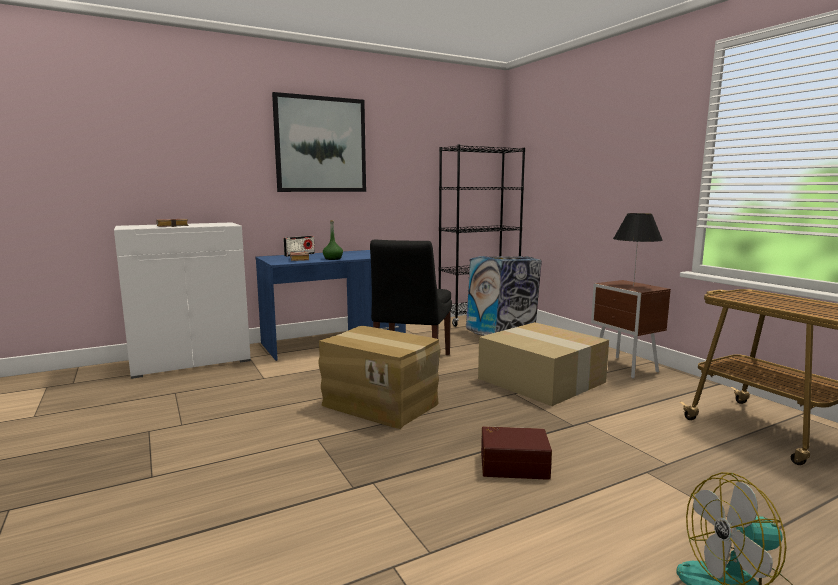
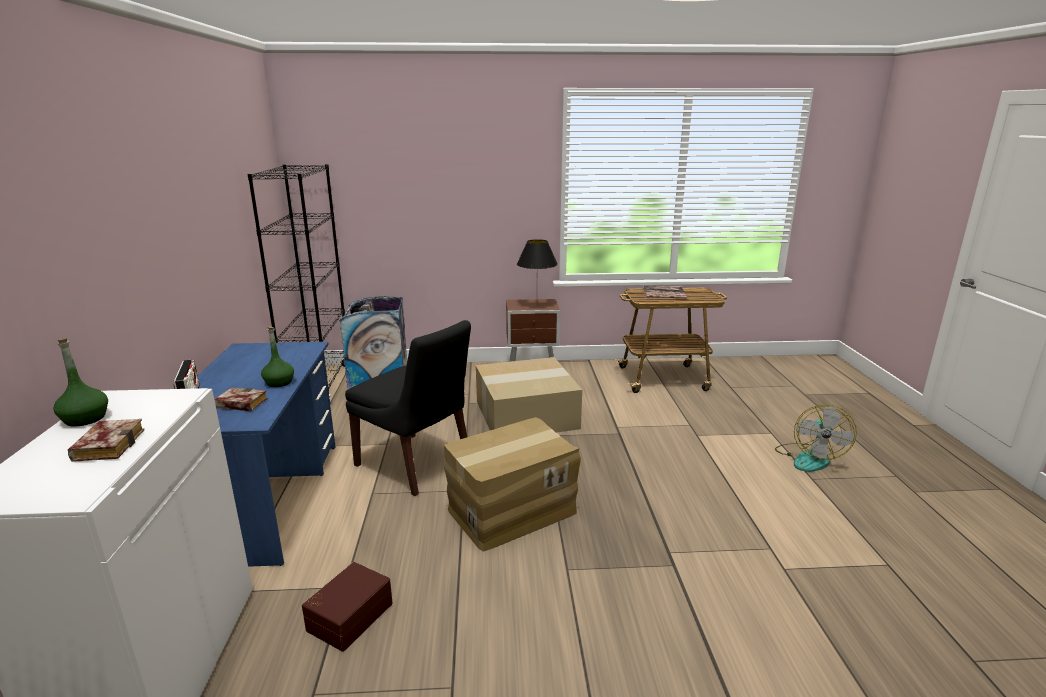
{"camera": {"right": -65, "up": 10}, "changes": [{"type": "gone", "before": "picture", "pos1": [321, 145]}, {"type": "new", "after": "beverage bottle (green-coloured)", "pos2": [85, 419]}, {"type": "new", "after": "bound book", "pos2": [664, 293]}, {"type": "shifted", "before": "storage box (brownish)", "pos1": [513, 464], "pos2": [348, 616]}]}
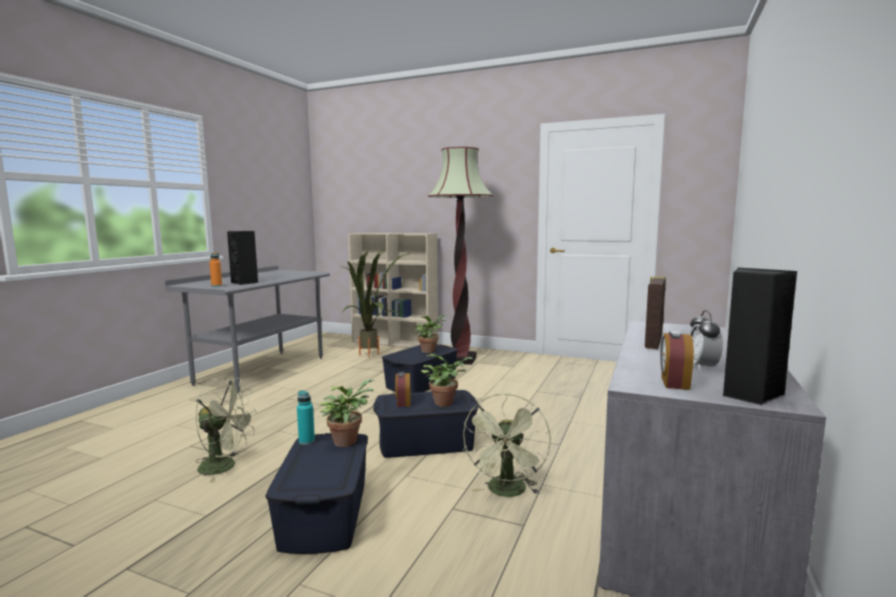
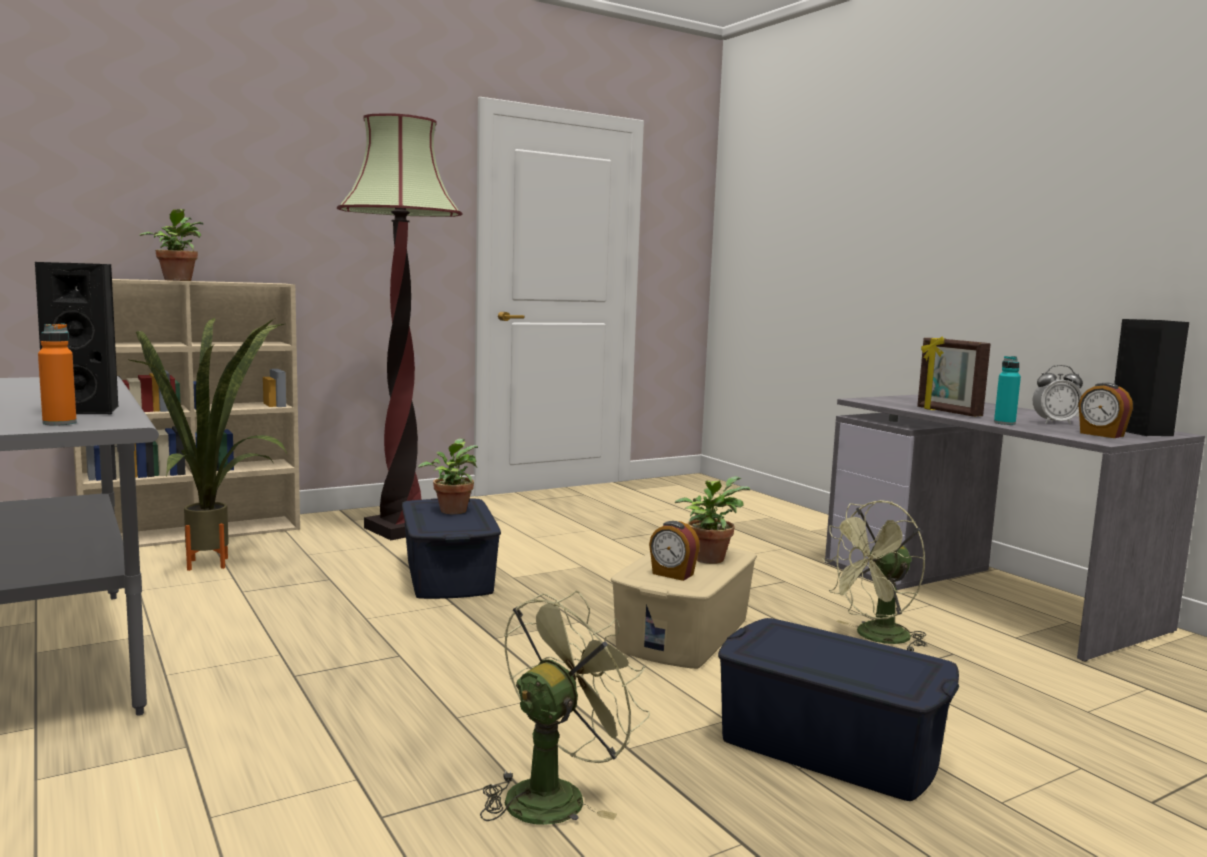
{"camera": {"right": -55, "up": 0}, "changes": [{"type": "shifted", "before": "beverage bottle (turquoise-coloured)", "pos1": [306, 441], "pos2": [1004, 423]}, {"type": "shifted", "before": "plant in a pot", "pos1": [347, 440], "pos2": [177, 280]}, {"type": "repainted", "before": "storage box (blue)", "after": "storage box (beige-coloured)", "pos1": [426, 443], "pos2": [685, 634]}, {"type": "rotated", "before": "electric fan (green-coloured)", "pos1": [507, 492], "pos2": [875, 638], "turn": 105}, {"type": "rotated", "before": "alarm clock", "pos1": [702, 367], "pos2": [1054, 423], "turn": -45}]}
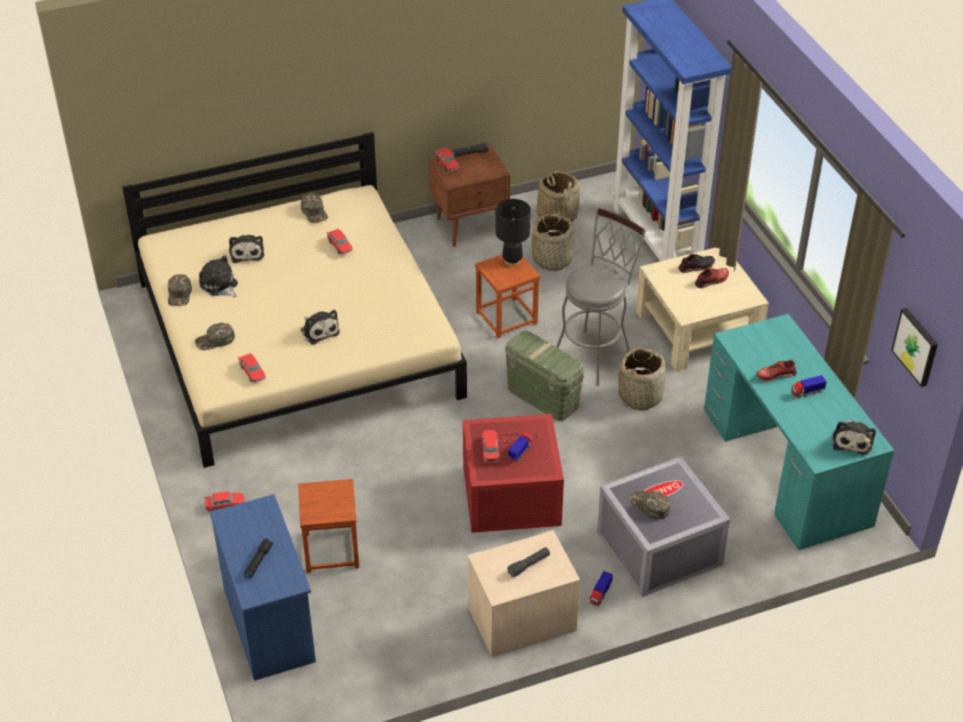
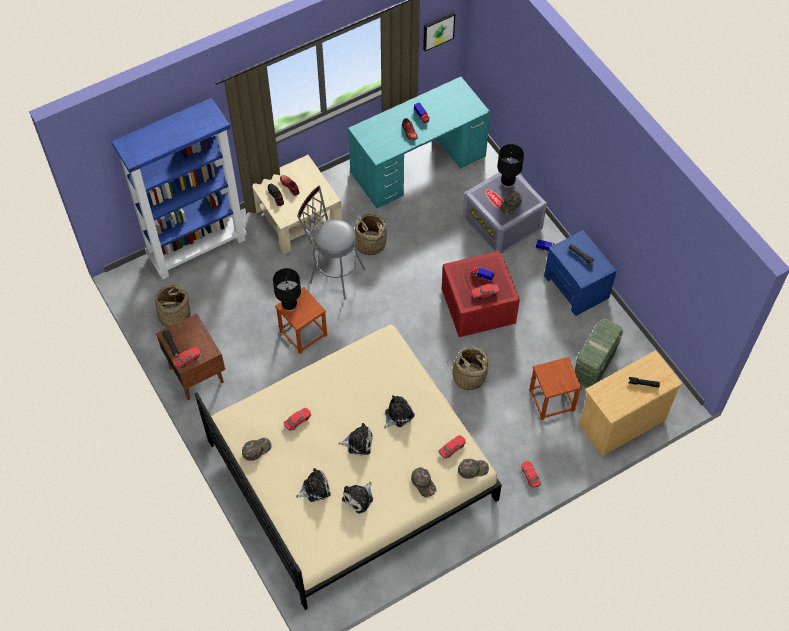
{"camera": {"right": -100, "up": 15}, "changes": [{"type": "new", "after": "lamp for a table (black-coloured)", "pos2": [507, 183]}, {"type": "shifted", "before": "cap (green-coloured)", "pos1": [180, 294], "pos2": [473, 469]}, {"type": "shifted", "before": "storage box (green-coloured)", "pos1": [542, 397], "pos2": [594, 365]}, {"type": "shifted", "before": "storage basket", "pos1": [553, 258], "pos2": [469, 377]}, {"type": "shifted", "before": "plush toy", "pos1": [852, 441], "pos2": [358, 442]}, {"type": "repainted", "before": "dresser (blue)", "after": "dresser (beige-coloured)", "pos1": [269, 624], "pos2": [621, 423]}, {"type": "repainted", "before": "night table (beige-coloured)", "after": "night table (blue)", "pos1": [521, 619], "pos2": [576, 287]}]}
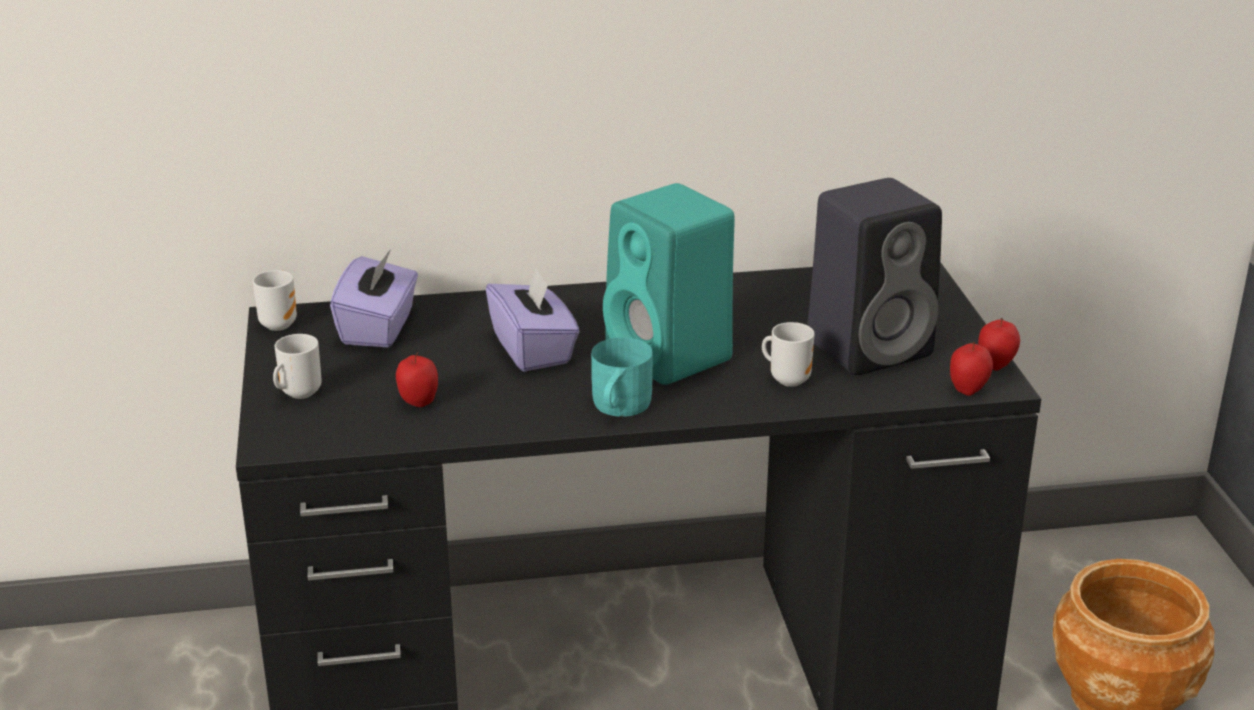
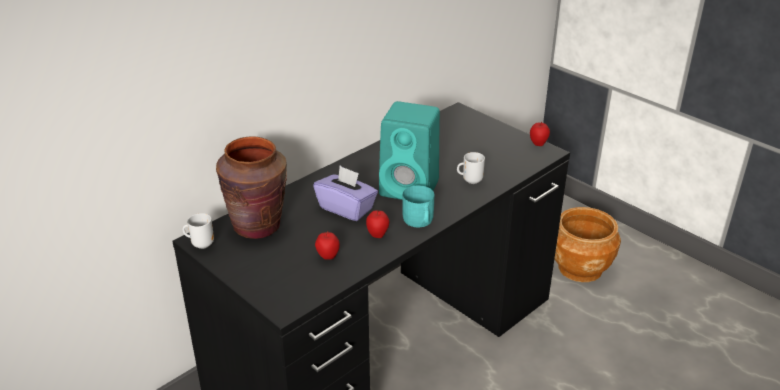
{"camera": {"right": -35, "up": 5}, "changes": [{"type": "gone", "before": "tea mug", "pos1": [297, 394]}, {"type": "gone", "before": "loudspeaker (black-coloured)", "pos1": [872, 346]}, {"type": "shifted", "before": "apple", "pos1": [968, 390], "pos2": [377, 234]}, {"type": "swapped", "before": "tissue holder (purple-coloured)", "after": "vase (brownish)", "pos1": [379, 328], "pos2": [258, 226]}]}
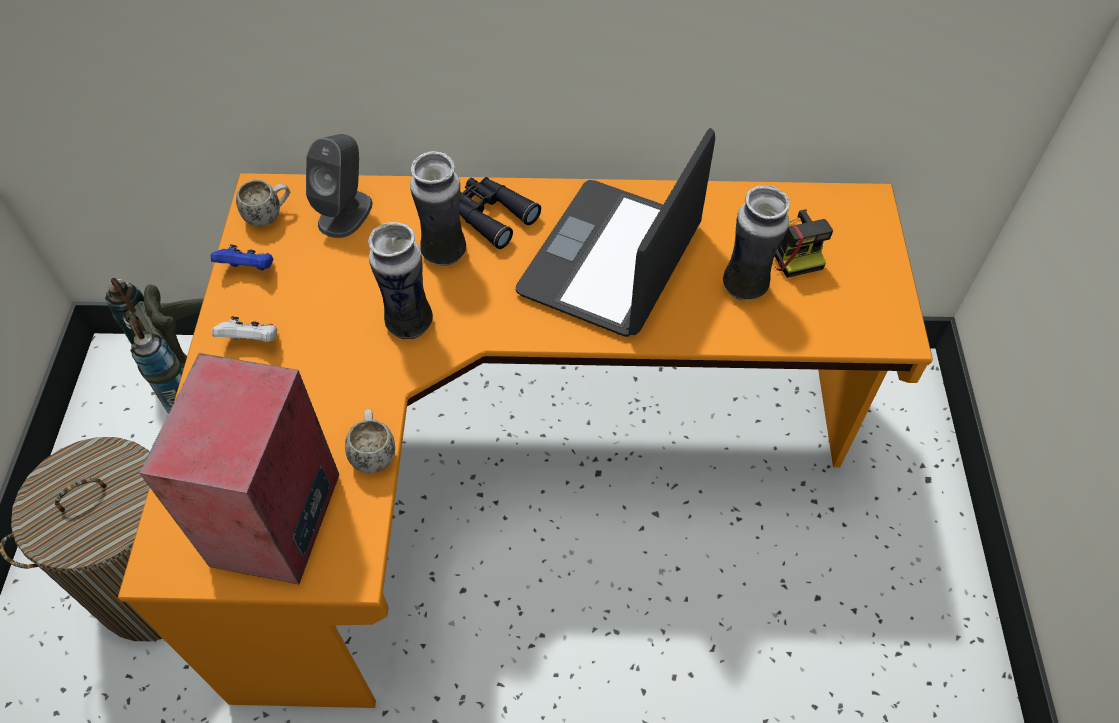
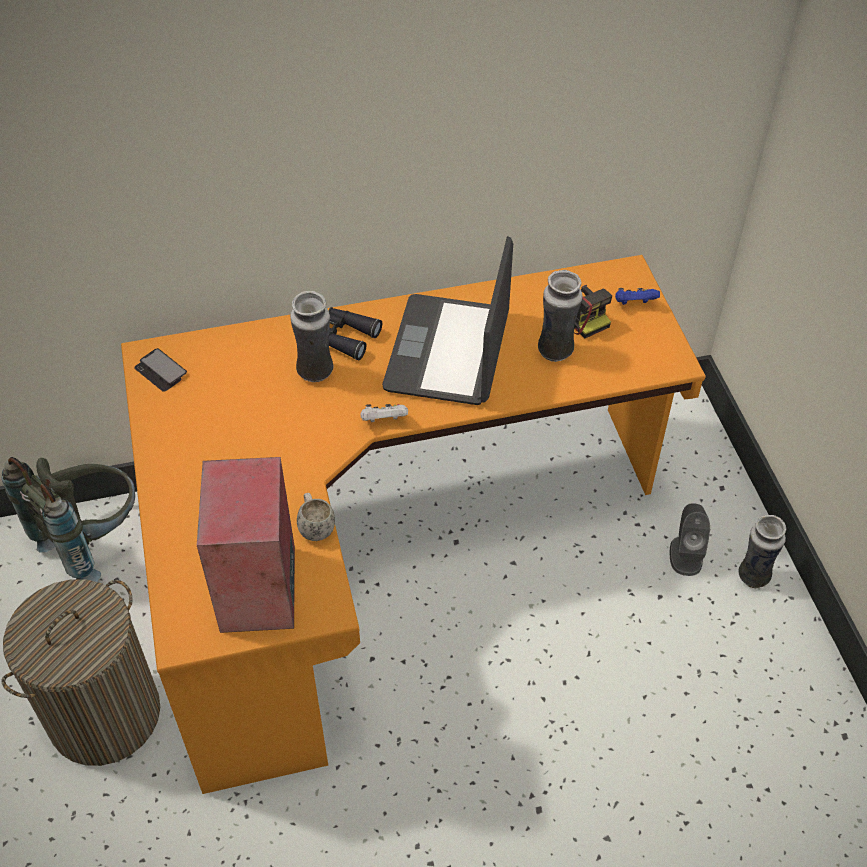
{"camera": {"right": -15, "up": -5}, "changes": [{"type": "shifted", "before": "game controller (blue)", "pos1": [249, 269], "pos2": [634, 304]}, {"type": "shifted", "before": "game controller (white)", "pos1": [252, 341], "pos2": [384, 421]}, {"type": "shifted", "before": "loudspeaker (gray)", "pos1": [345, 213], "pos2": [686, 555]}, {"type": "shifted", "before": "vase", "pos1": [409, 322], "pos2": [753, 576]}, {"type": "swapped", "before": "tea mug (white)", "after": "telephone", "pos1": [269, 215], "pos2": [161, 371]}]}
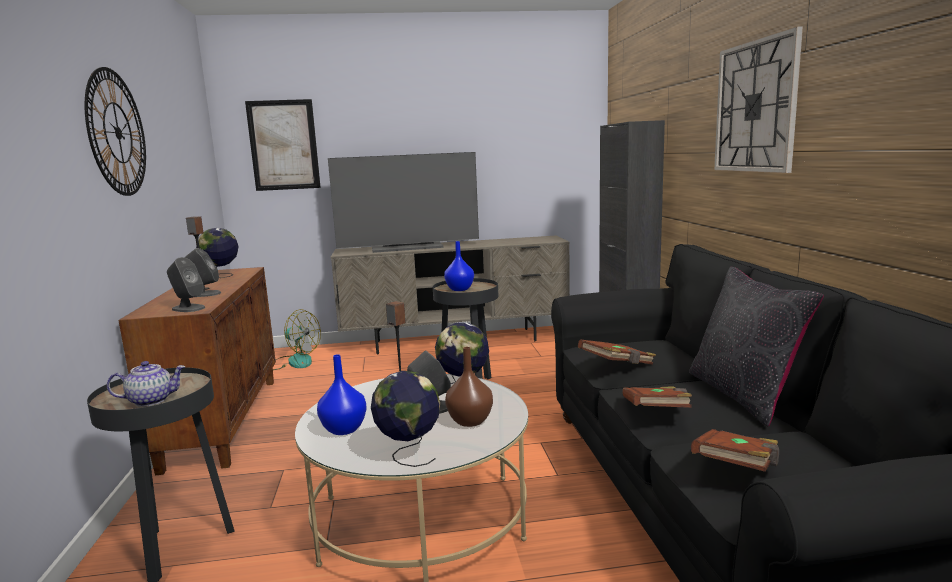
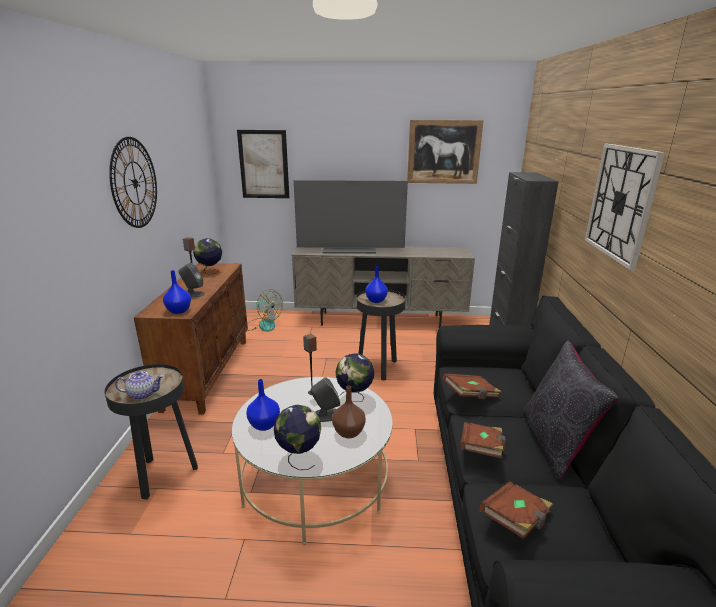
{"camera": {"right": 10, "up": 10}, "changes": [{"type": "new", "after": "picture", "pos2": [443, 152]}, {"type": "swapped", "before": "loudspeaker (gray)", "after": "vase (blue)", "pos1": [188, 308], "pos2": [179, 310]}]}
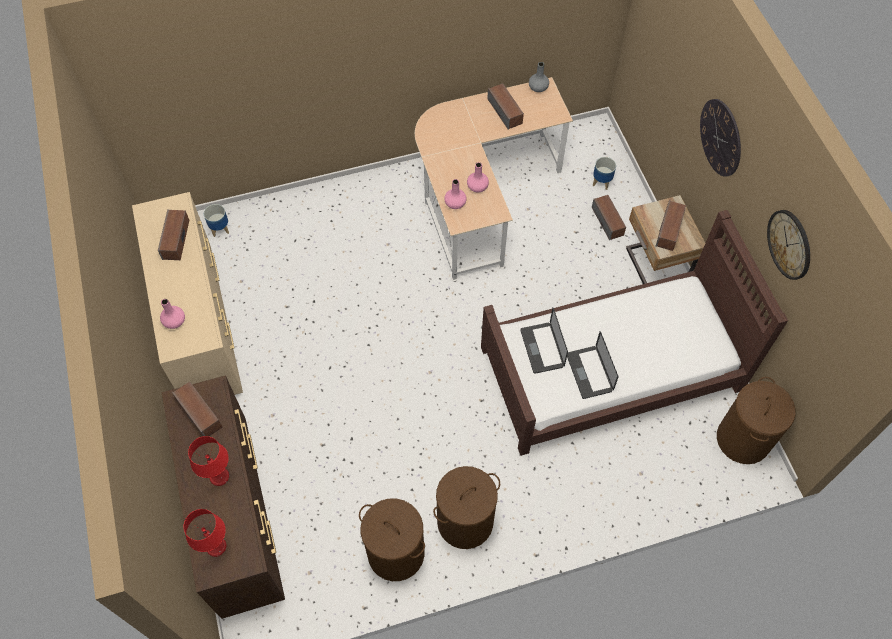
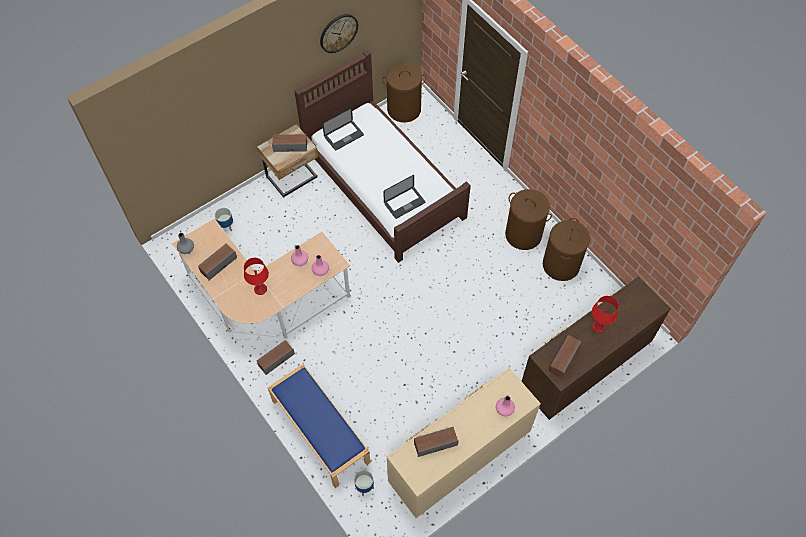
{"camera": {"right": -110, "up": 0}, "changes": [{"type": "gone", "before": "clock on the wall", "pos1": [720, 137]}, {"type": "new", "after": "bench (blue)", "pos2": [319, 430]}, {"type": "shifted", "before": "lamp for a table (red)", "pos1": [216, 547], "pos2": [260, 289]}, {"type": "shifted", "before": "portable computer", "pos1": [589, 372], "pos2": [344, 136]}, {"type": "shifted", "before": "loudspeaker", "pos1": [607, 221], "pos2": [276, 359]}]}
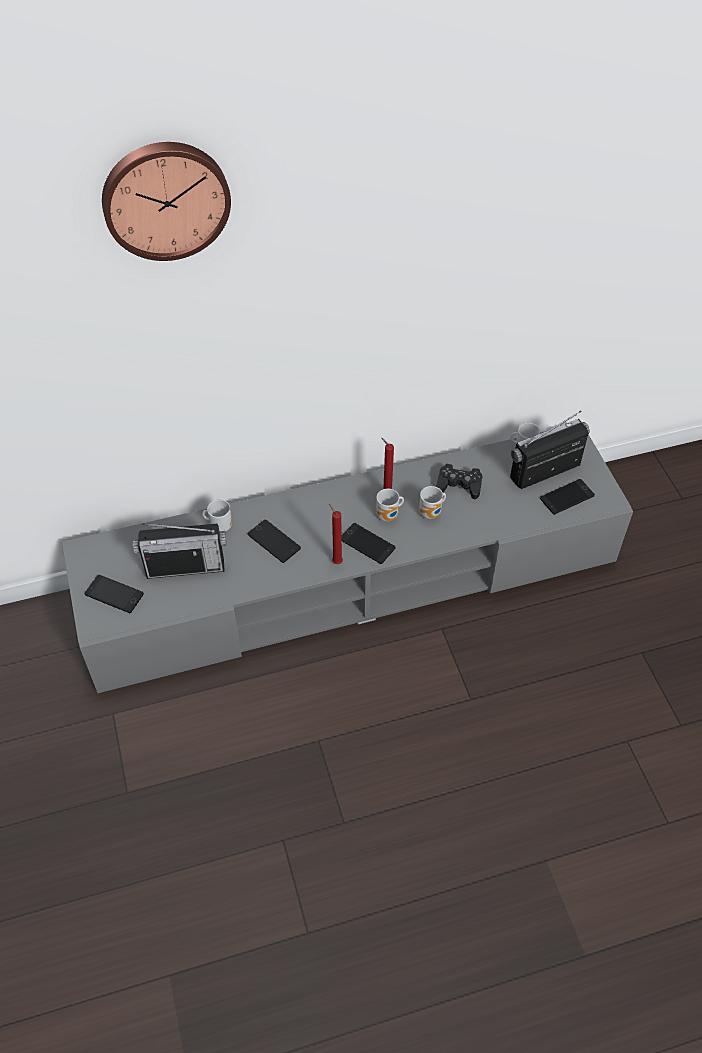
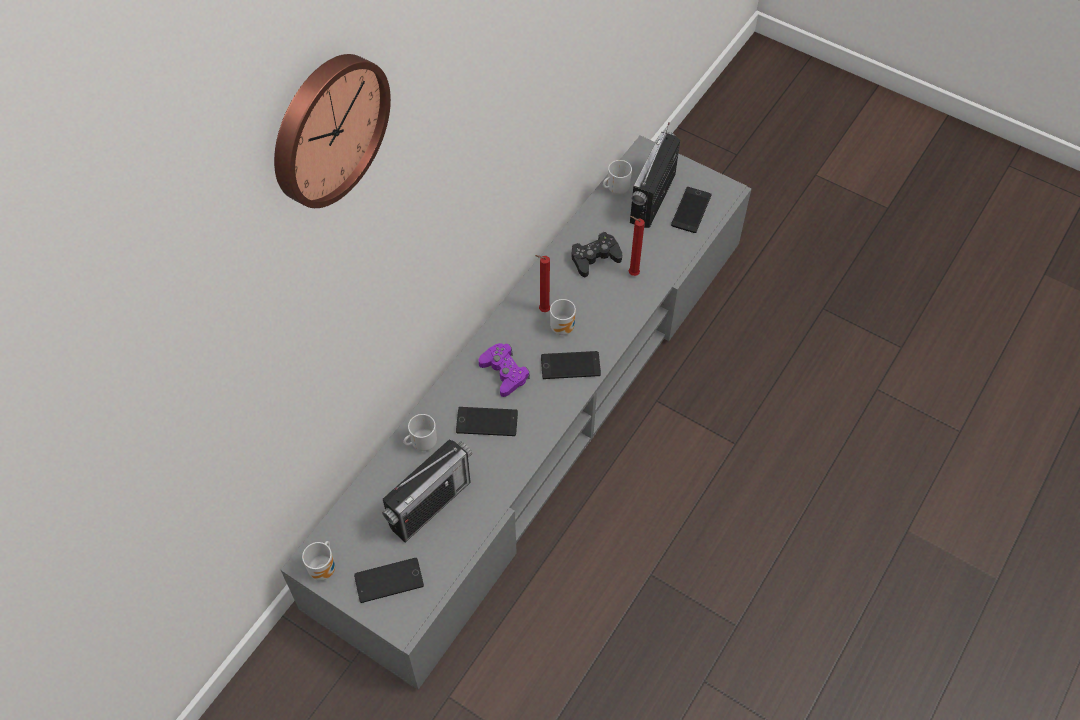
{"camera": {"right": -40, "up": 5}, "changes": [{"type": "new", "after": "game controller (purple-coloured)", "pos2": [504, 373]}, {"type": "shifted", "before": "wax light (red)", "pos1": [336, 561], "pos2": [631, 274]}, {"type": "shifted", "before": "tea mug", "pos1": [432, 513], "pos2": [325, 569]}]}
